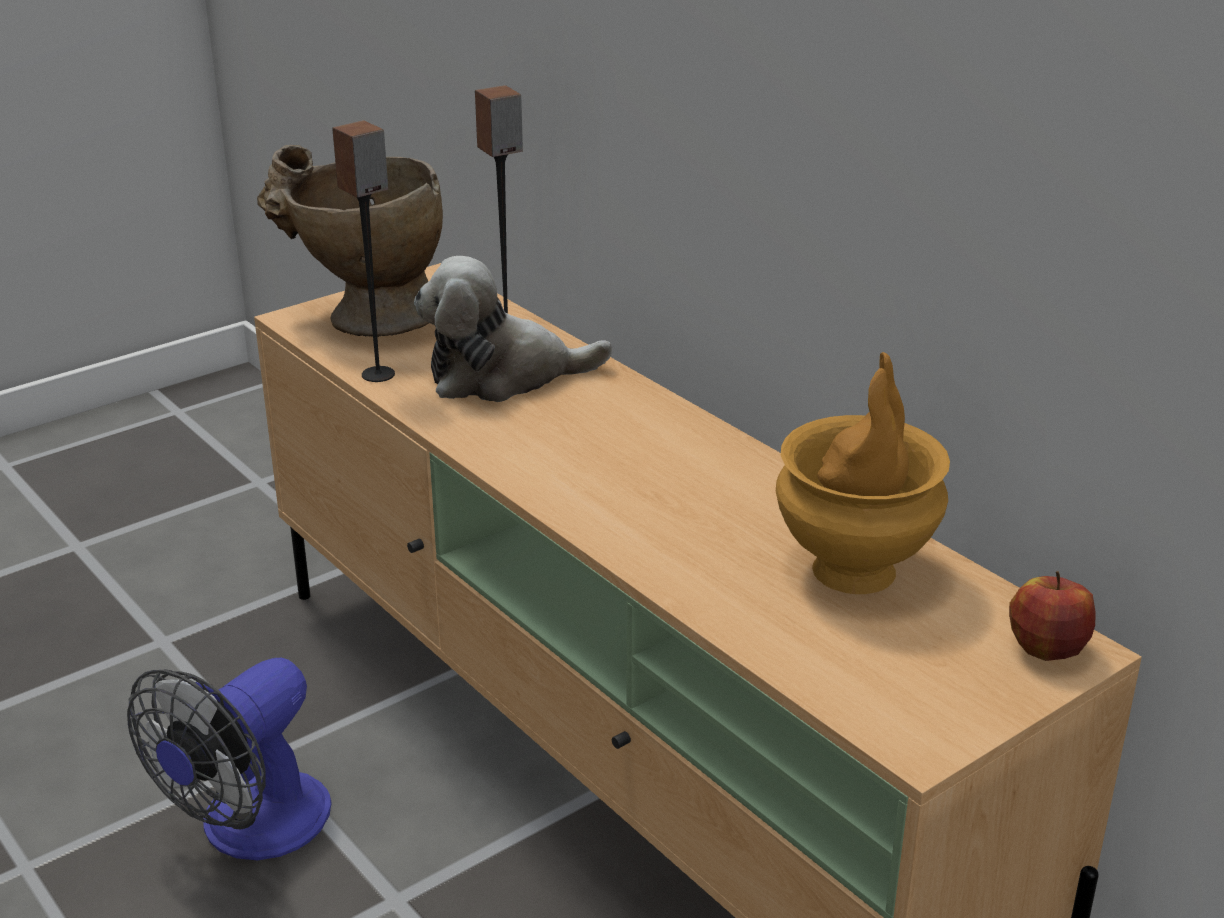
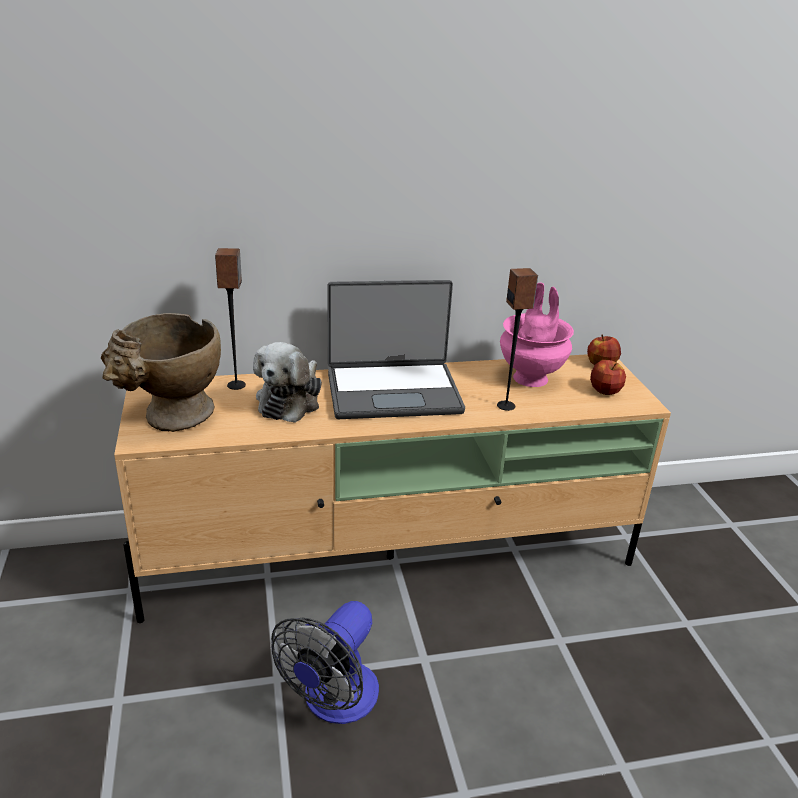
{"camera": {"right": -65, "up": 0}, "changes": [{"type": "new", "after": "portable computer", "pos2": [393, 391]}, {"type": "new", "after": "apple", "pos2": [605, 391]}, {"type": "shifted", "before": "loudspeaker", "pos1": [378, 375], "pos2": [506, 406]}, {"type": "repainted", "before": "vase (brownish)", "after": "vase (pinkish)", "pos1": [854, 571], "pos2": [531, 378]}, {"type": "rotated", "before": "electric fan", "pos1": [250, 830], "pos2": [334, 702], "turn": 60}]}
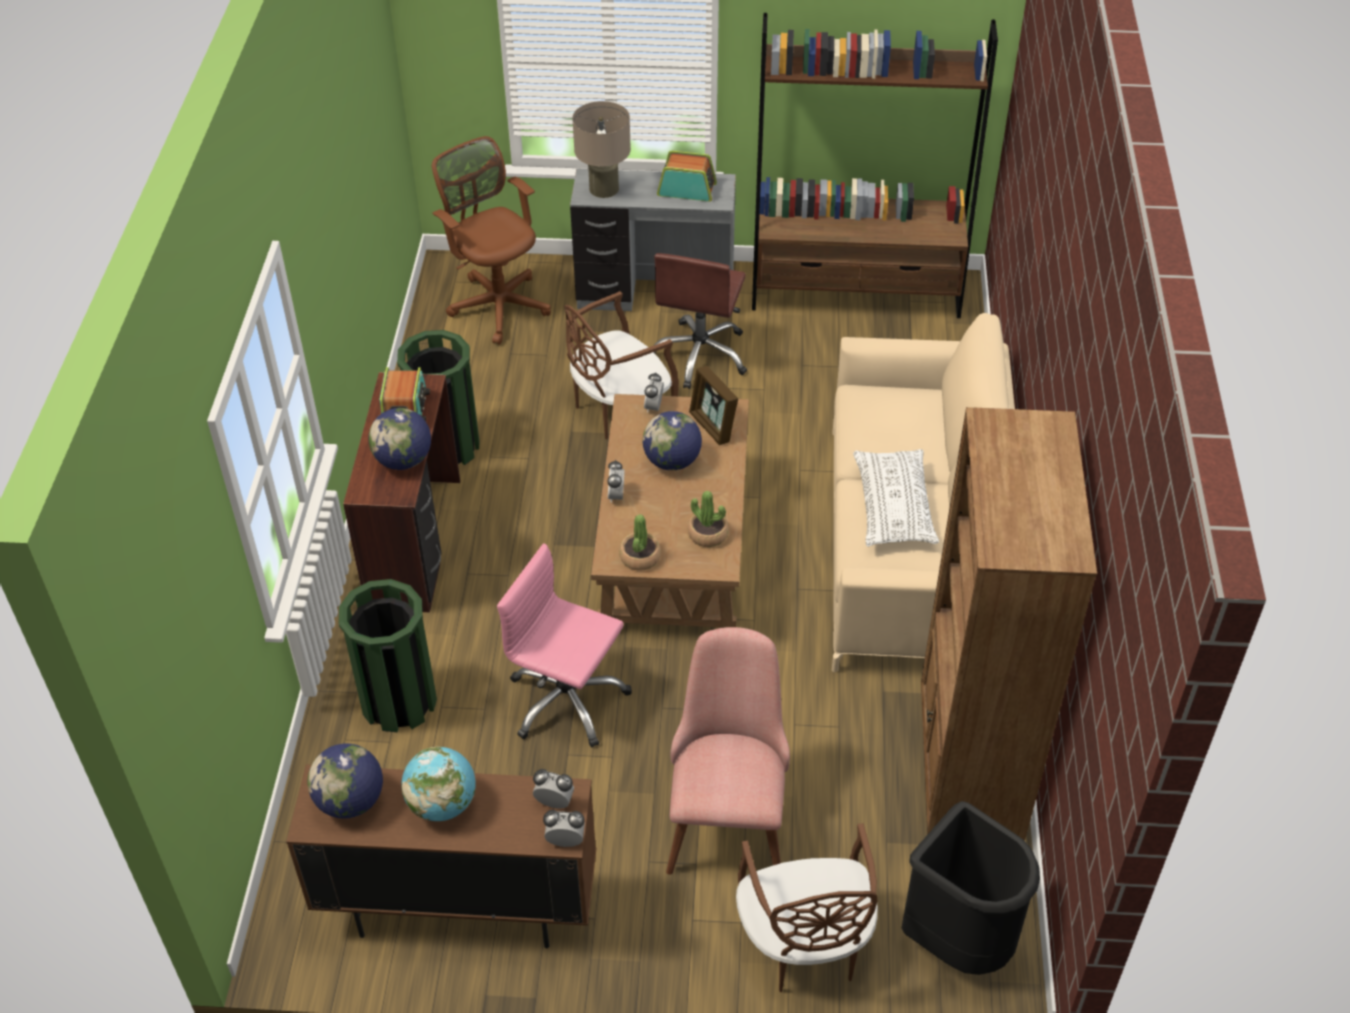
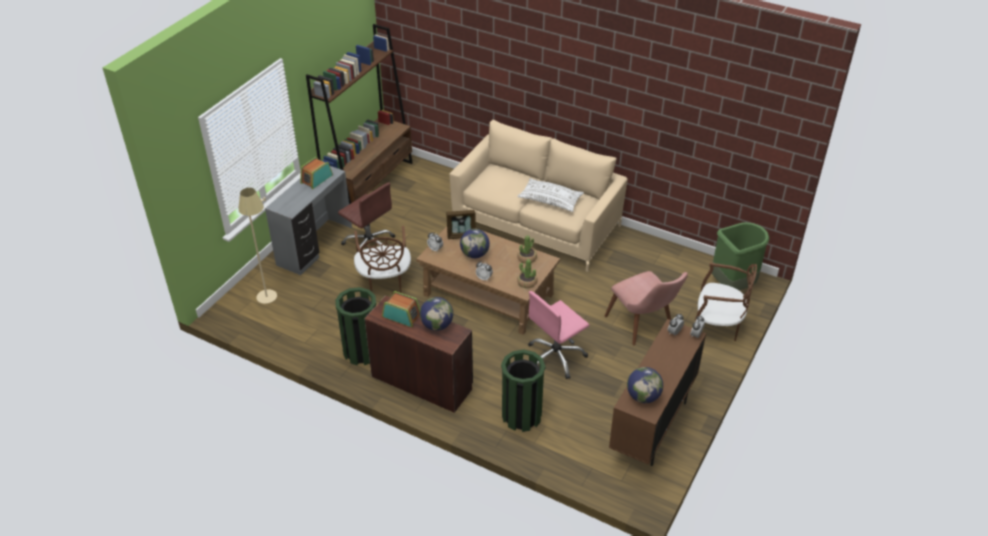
{"camera": {"right": -65, "up": -5}, "changes": [{"type": "gone", "before": "globe", "pos1": [442, 804]}, {"type": "gone", "before": "lamp for a table (beige-coloured)", "pos1": [604, 188]}, {"type": "gone", "before": "bookshelf (brownish)", "pos1": [967, 772]}, {"type": "swapped", "before": "office chair (brownish)", "after": "standing lamp (beige-coloured)", "pos1": [497, 303], "pos2": [270, 302]}, {"type": "repainted", "before": "waste bin (black-coloured)", "after": "waste bin (green-coloured)", "pos1": [958, 941], "pos2": [733, 285]}, {"type": "rotated", "before": "chair (pinkish)", "pos1": [728, 814], "pos2": [644, 327], "turn": -150}]}
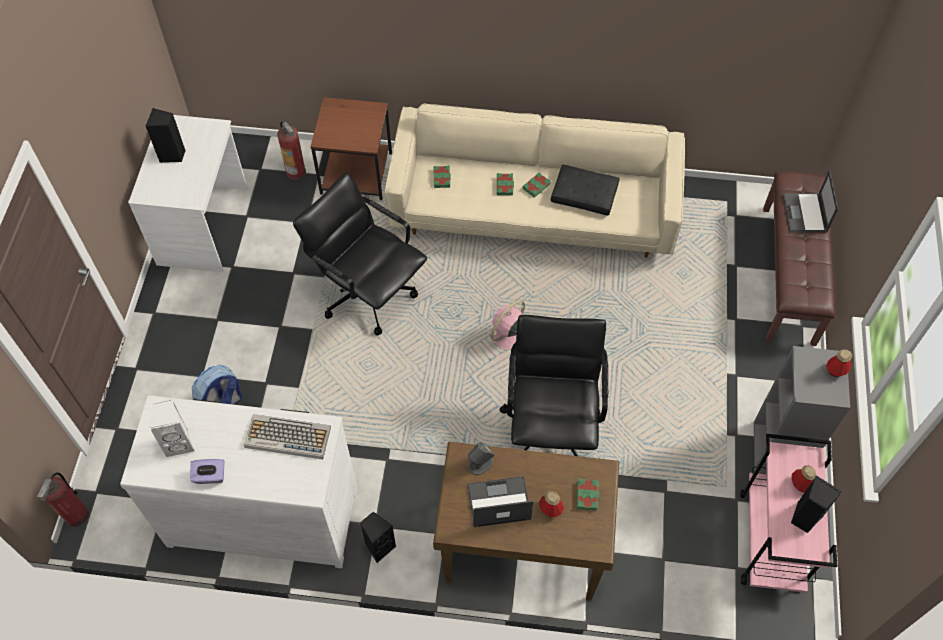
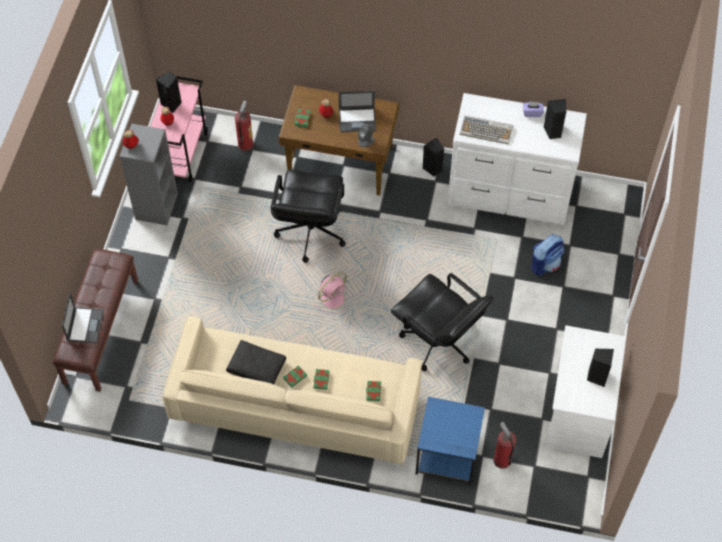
{"camera": {"right": -175, "up": 0}, "changes": [{"type": "shifted", "before": "fire-fighting cylinder", "pos1": [76, 515], "pos2": [245, 144]}, {"type": "repainted", "before": "loudspeaker (white)", "after": "loudspeaker (black-coloured)", "pos1": [180, 443], "pos2": [553, 132]}, {"type": "repainted", "before": "end table (brownish)", "after": "end table (blue)", "pos1": [357, 172], "pos2": [447, 455]}]}
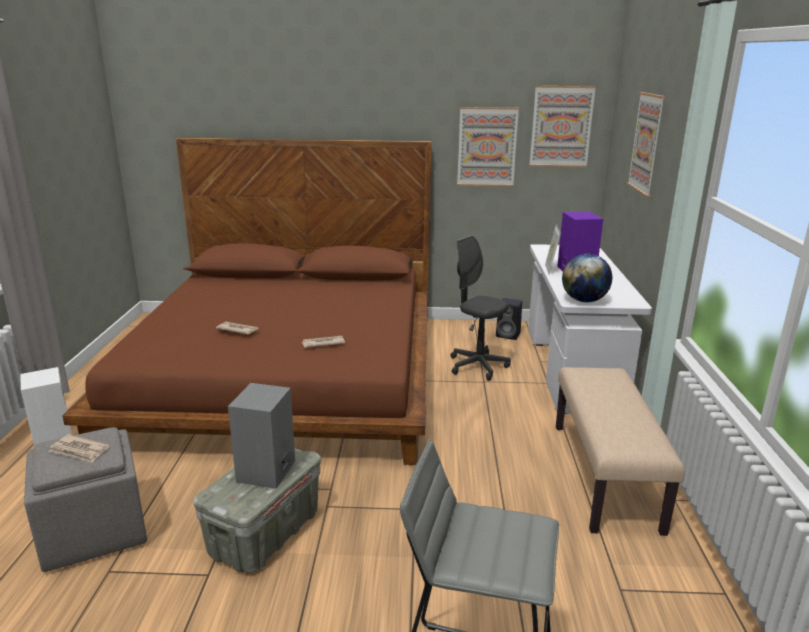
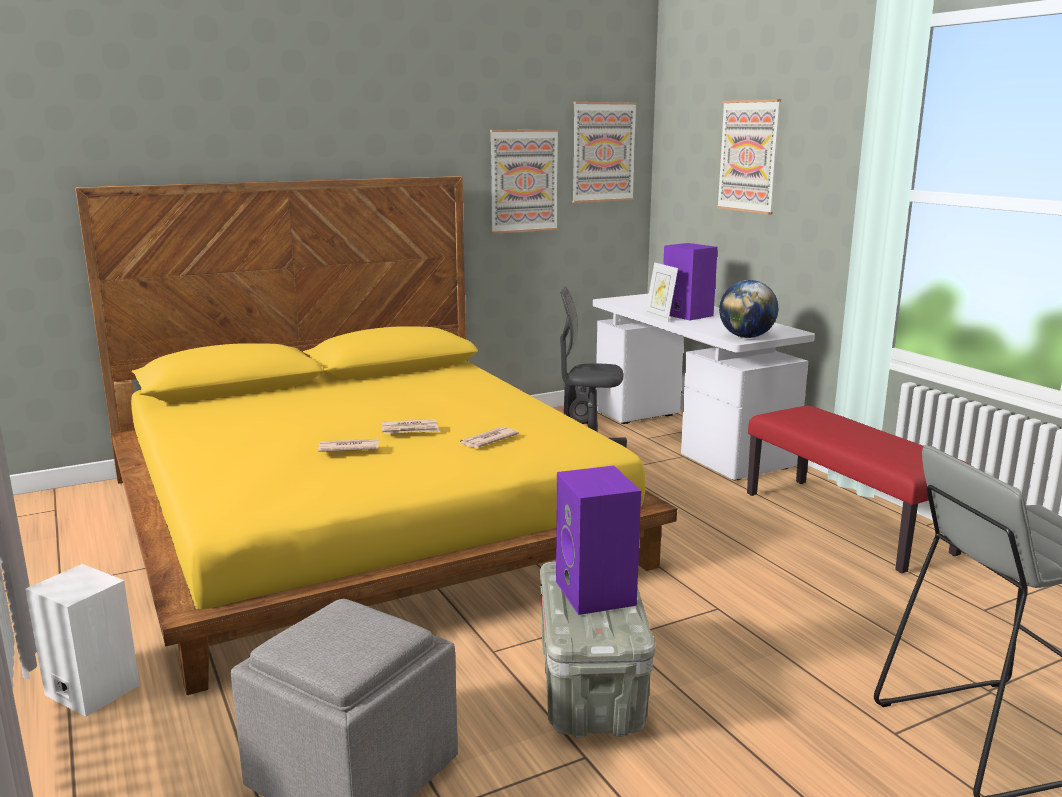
{"camera": {"right": -30, "up": -5}, "changes": [{"type": "shifted", "before": "daily paper", "pos1": [79, 451], "pos2": [410, 429]}, {"type": "repainted", "before": "sleeping bed (brownish)", "after": "sleeping bed (yellow-coloured)", "pos1": [286, 374], "pos2": [364, 519]}, {"type": "repainted", "before": "loudspeaker (gray)", "after": "loudspeaker (purple-coloured)", "pos1": [266, 472], "pos2": [597, 594]}, {"type": "repainted", "before": "bench (beige-coloured)", "after": "bench (red)", "pos1": [605, 476], "pos2": [847, 522]}]}
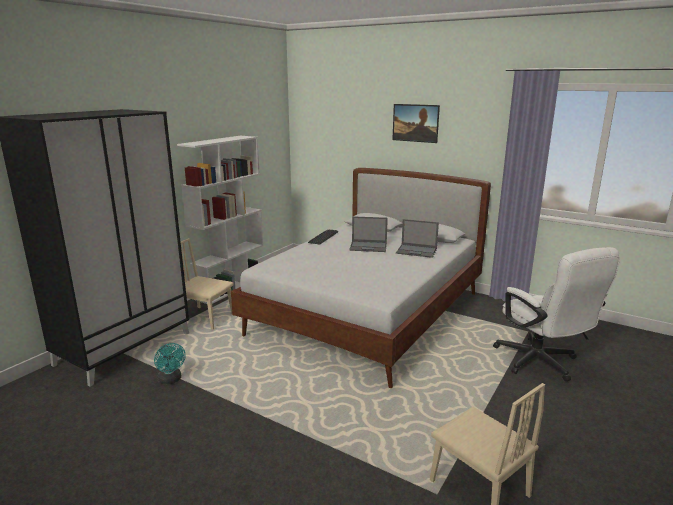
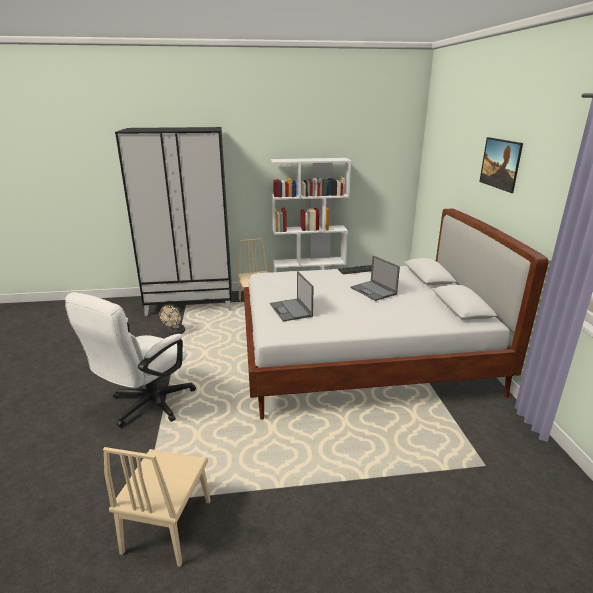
{"camera": {"right": 50, "up": 5}, "changes": [{"type": "shifted", "before": "portable computer", "pos1": [417, 251], "pos2": [291, 310]}, {"type": "shifted", "before": "office chair (white)", "pos1": [541, 363], "pos2": [146, 406]}, {"type": "repainted", "before": "electric fan (turquoise-coloured)", "after": "electric fan (beige-coloured)", "pos1": [171, 380], "pos2": [175, 333]}]}
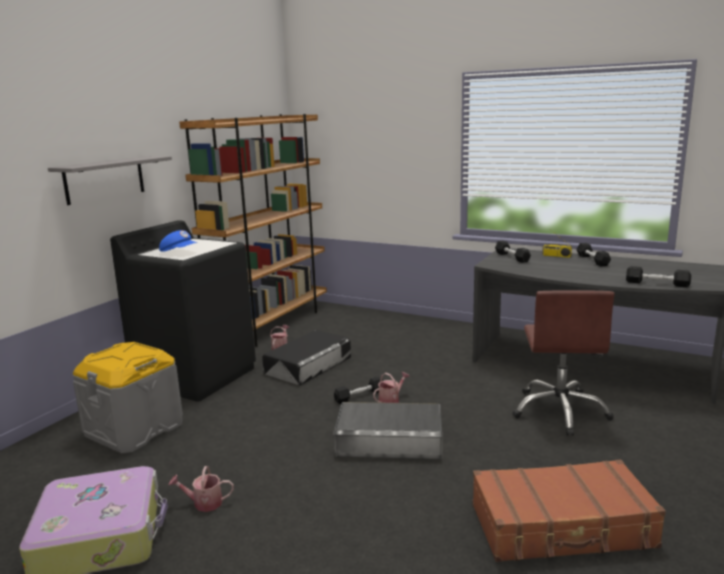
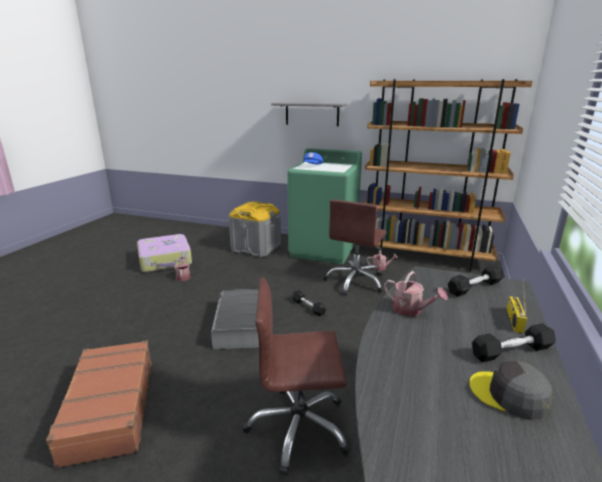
{"camera": {"right": 80, "up": 5}, "changes": [{"type": "gone", "before": "hand weight (black-coloured)", "pos1": [657, 283]}, {"type": "new", "after": "cap (gray)", "pos2": [509, 395]}, {"type": "shifted", "before": "watering can", "pos1": [391, 400], "pos2": [411, 310]}, {"type": "swapped", "before": "storage box (black-coloured)", "after": "office chair (brownish)", "pos1": [308, 365], "pos2": [355, 281]}, {"type": "repainted", "before": "laundry machine (black-coloured)", "after": "laundry machine (green-coloured)", "pos1": [196, 375], "pos2": [324, 250]}]}
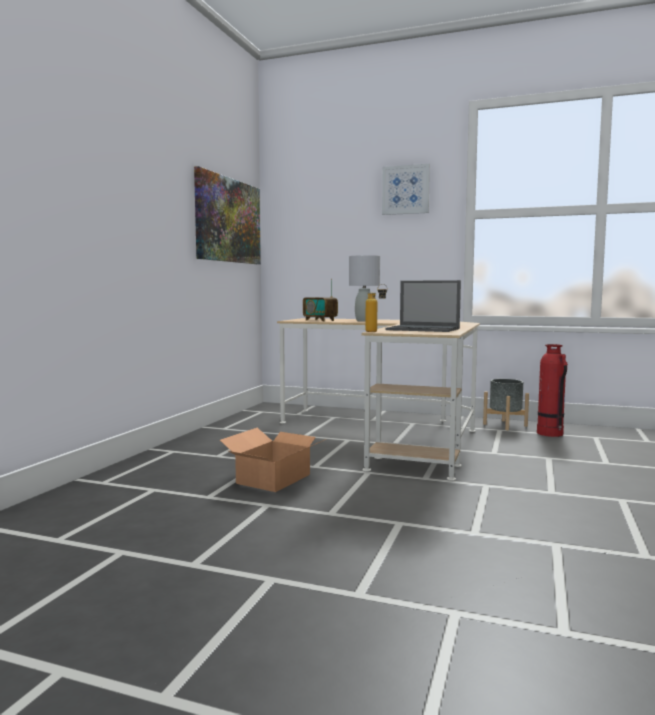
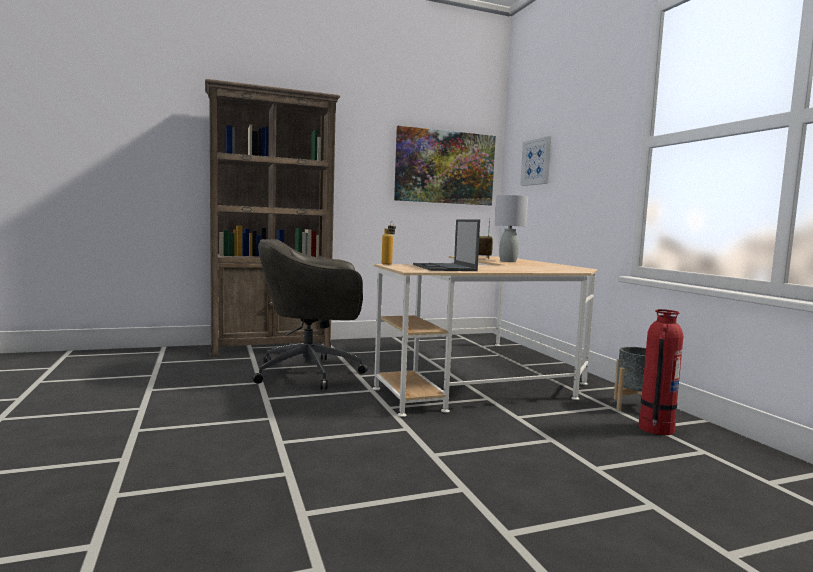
{"camera": {"right": 50, "up": 0}, "changes": [{"type": "new", "after": "bookshelf (brownish)", "pos2": [271, 348]}, {"type": "shifted", "before": "picture", "pos1": [405, 190], "pos2": [536, 162]}, {"type": "swapped", "before": "carton", "after": "office chair (gray)", "pos1": [272, 479], "pos2": [312, 373]}]}
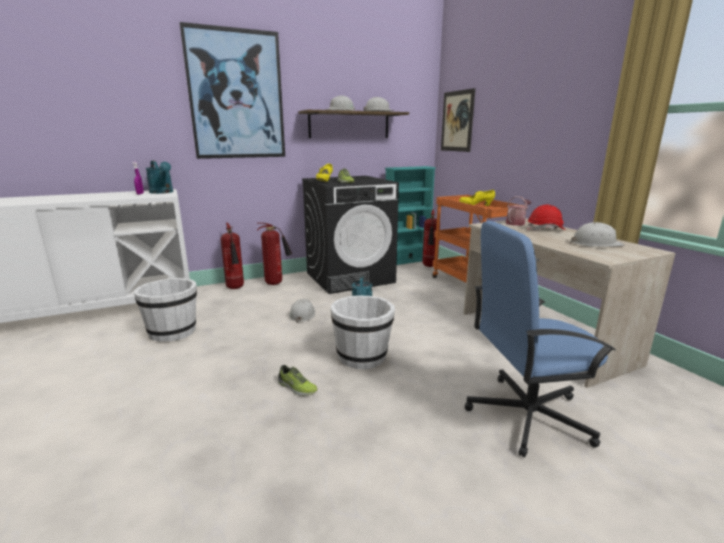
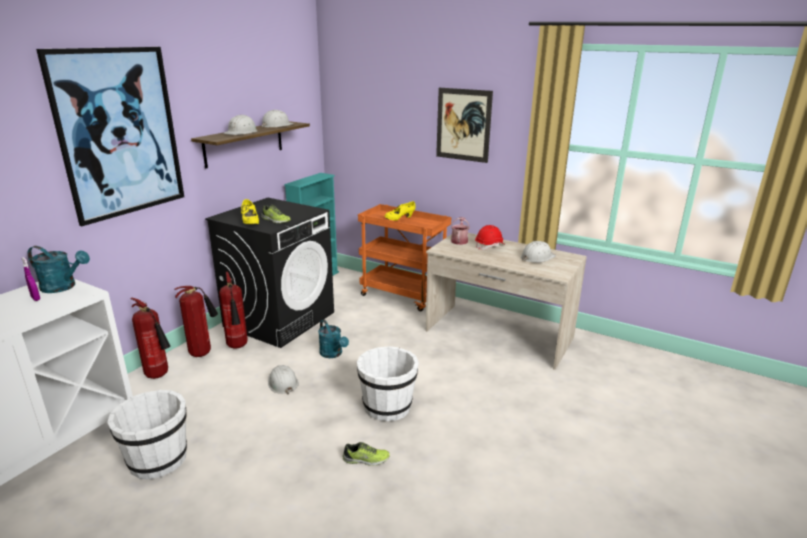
{"camera": {"right": -35, "up": 5}, "changes": [{"type": "gone", "before": "office chair (blue)", "pos1": [526, 415]}, {"type": "shifted", "before": "fire-fighting cylinder", "pos1": [430, 266], "pos2": [238, 347]}, {"type": "shifted", "before": "picture", "pos1": [457, 121], "pos2": [463, 125]}]}
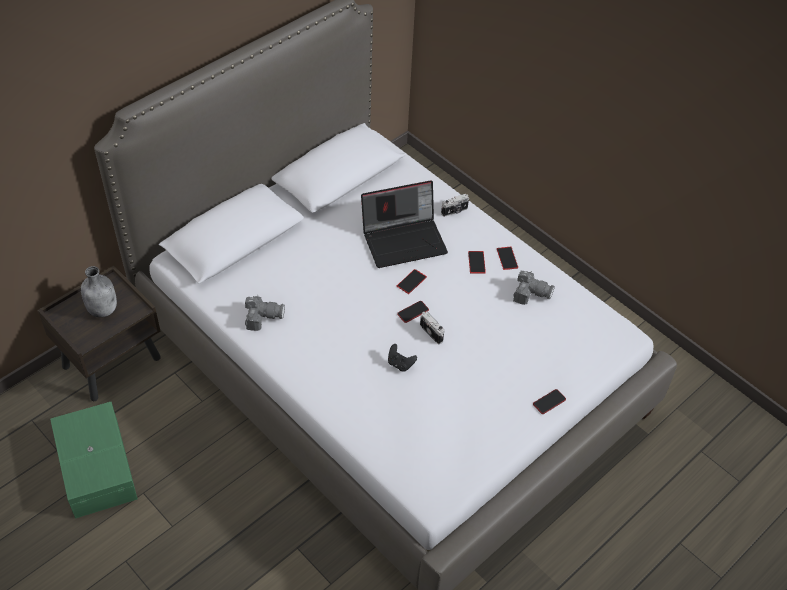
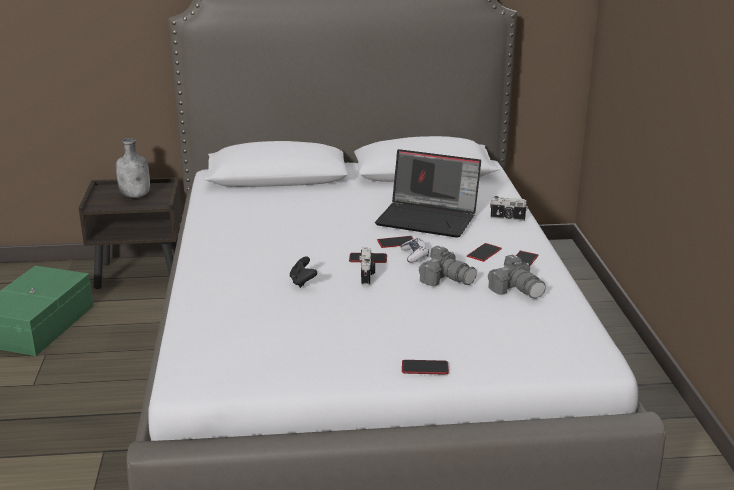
{"camera": {"right": 40, "up": -25}, "changes": [{"type": "new", "after": "game controller", "pos2": [414, 255]}, {"type": "shifted", "before": "still camera", "pos1": [262, 317], "pos2": [446, 279]}]}
